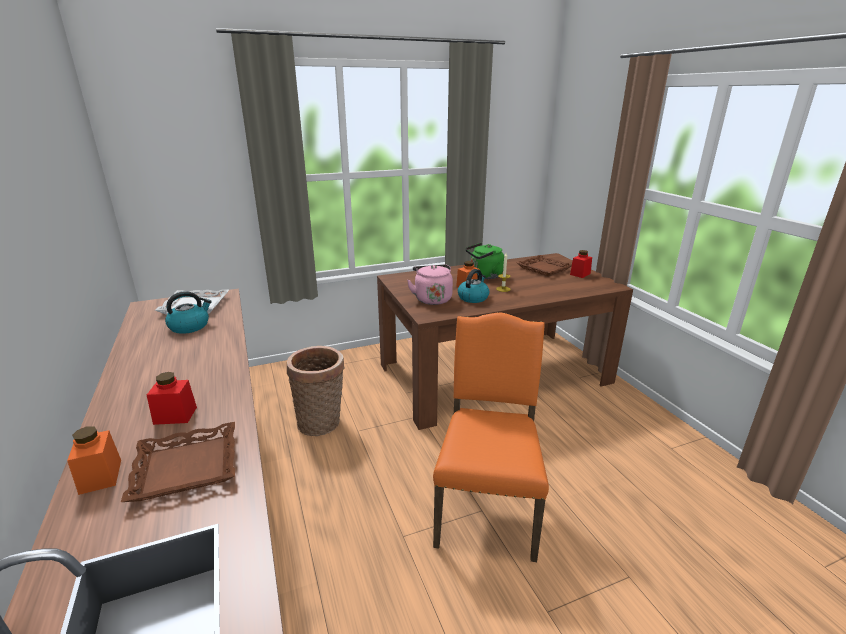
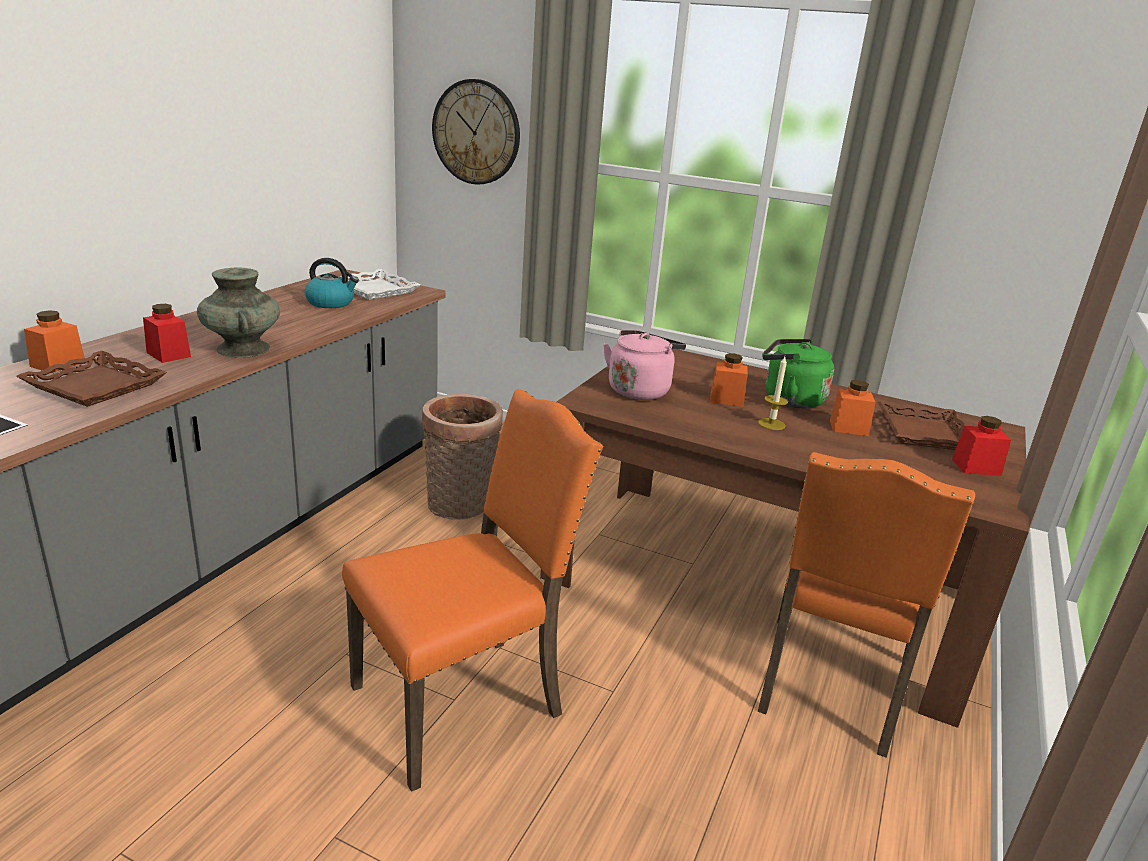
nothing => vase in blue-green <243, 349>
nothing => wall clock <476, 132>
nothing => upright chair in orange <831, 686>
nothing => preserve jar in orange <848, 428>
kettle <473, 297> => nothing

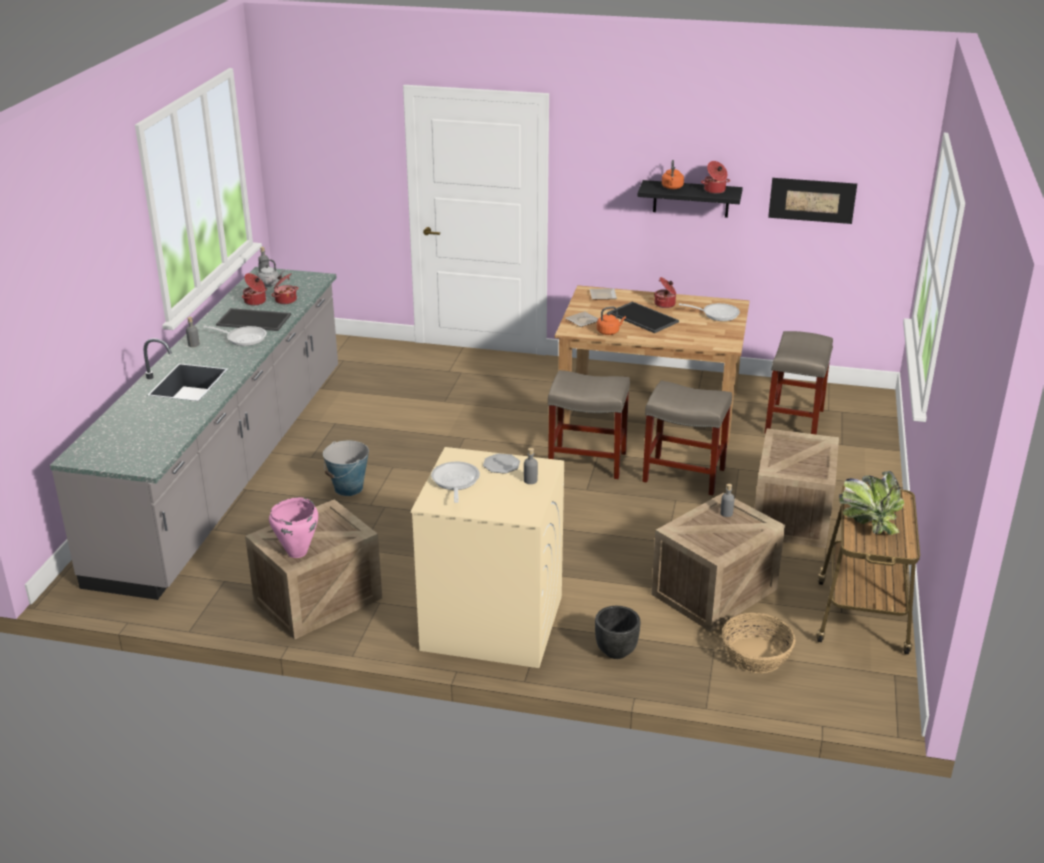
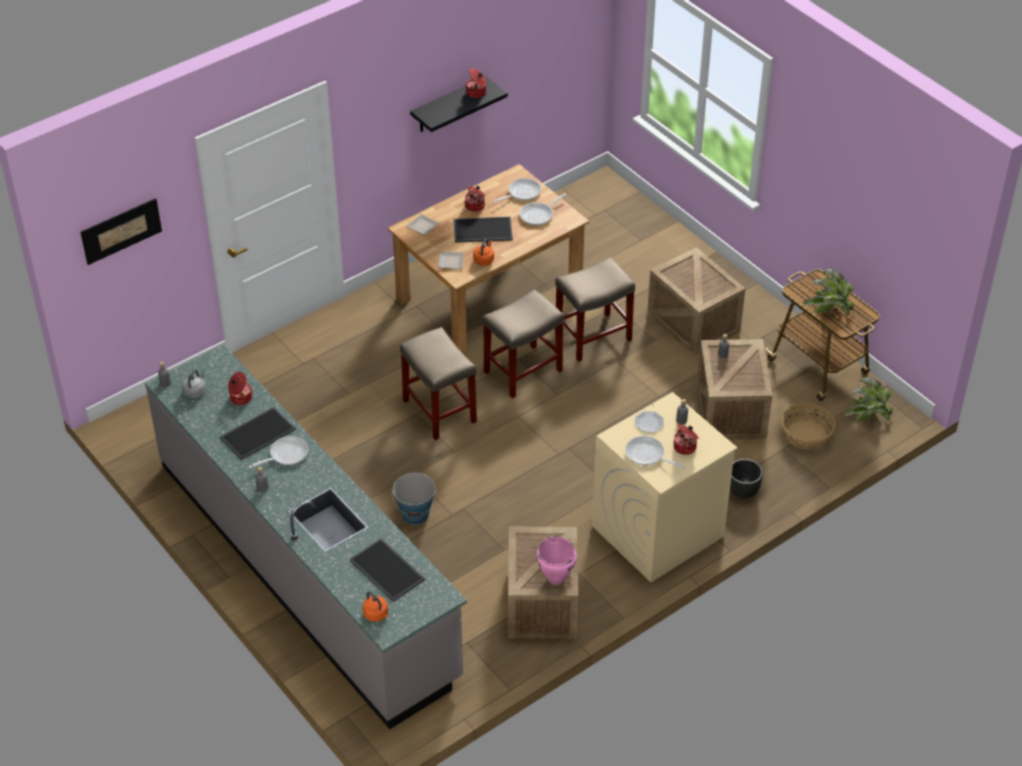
picture <812, 200> => picture <121, 231>, shifted
nothing => serving tray <388, 570>
kettle in orange <672, 188> => kettle in orange <376, 615>, shifted
stool in beige <794, 422> => stool in beige <440, 412>, shifted
nothing => pan <539, 215>
saucepot <255, 301> => saucepot <685, 447>, shifted
nothing => houseplant <868, 415>

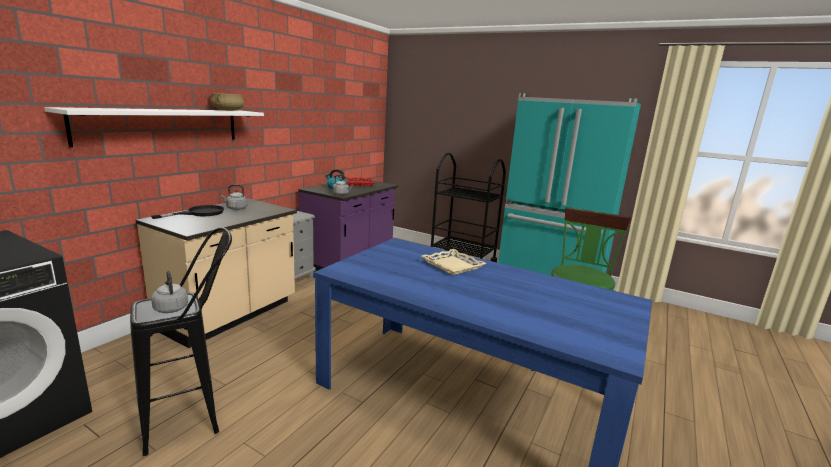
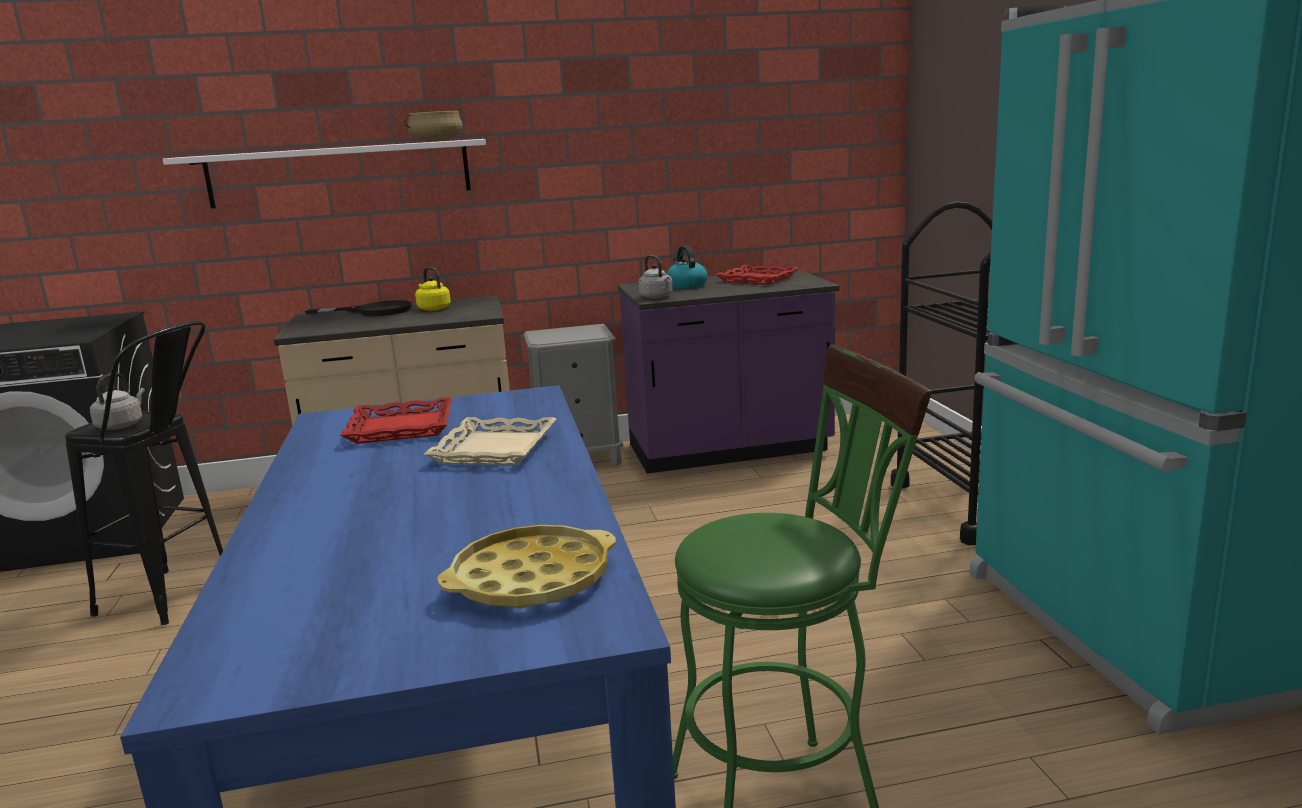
nothing => serving tray in reddish <401, 428>
kettle in gray <235, 208> => kettle in yellowish <433, 308>
nothing => serving tray in yellowish <531, 579>

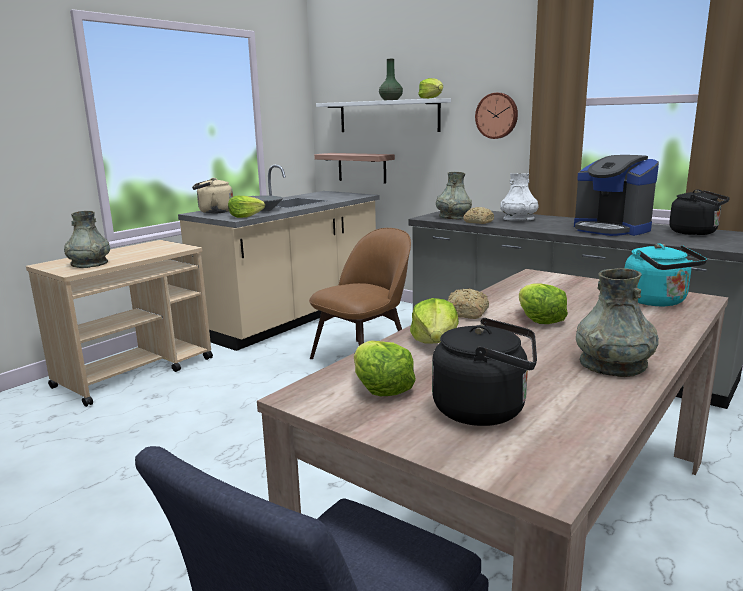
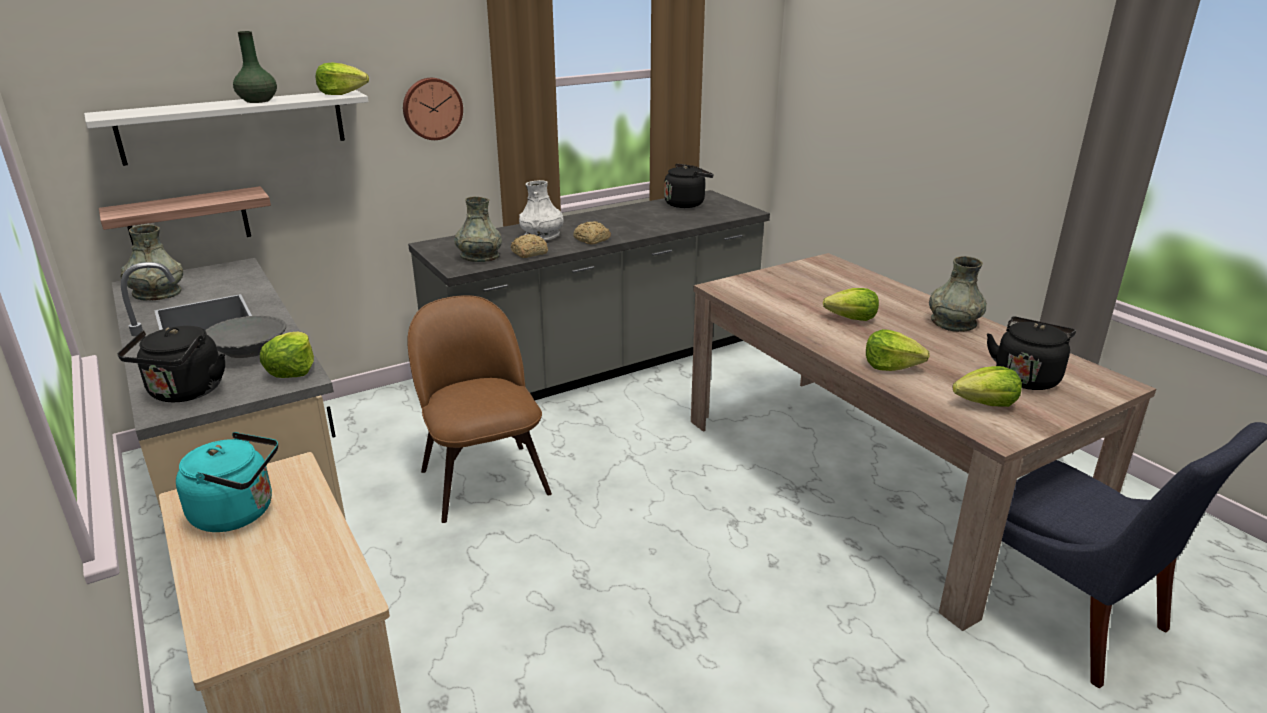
kettle in beige <213, 212> => kettle in black-coloured <185, 393>
vase in gray <89, 264> => vase in gray <157, 293>, shifted
kettle in blue-green <657, 302> => kettle in blue-green <239, 513>, shifted
bakery bread <466, 314> => bakery bread <592, 240>, shifted
coffee brewer <611, 229> => nothing

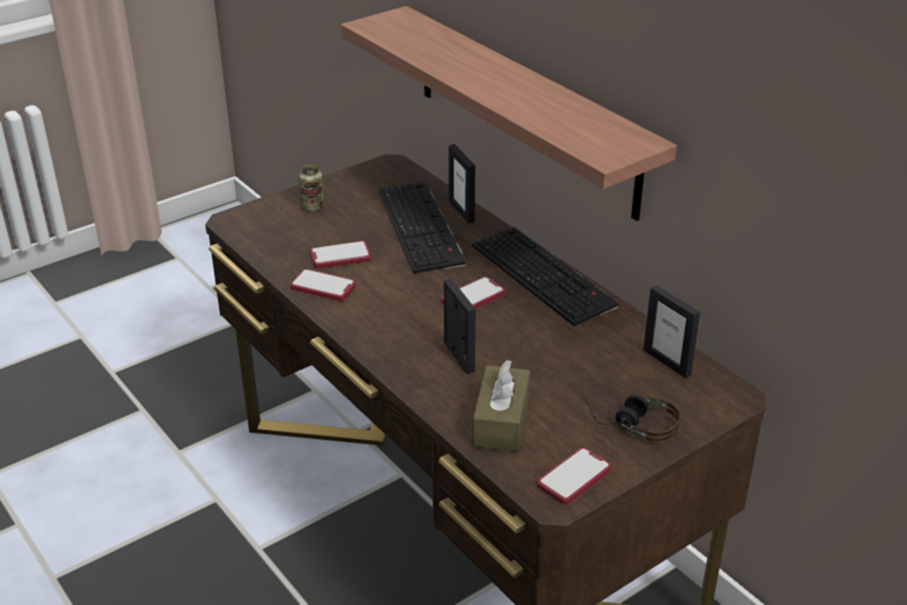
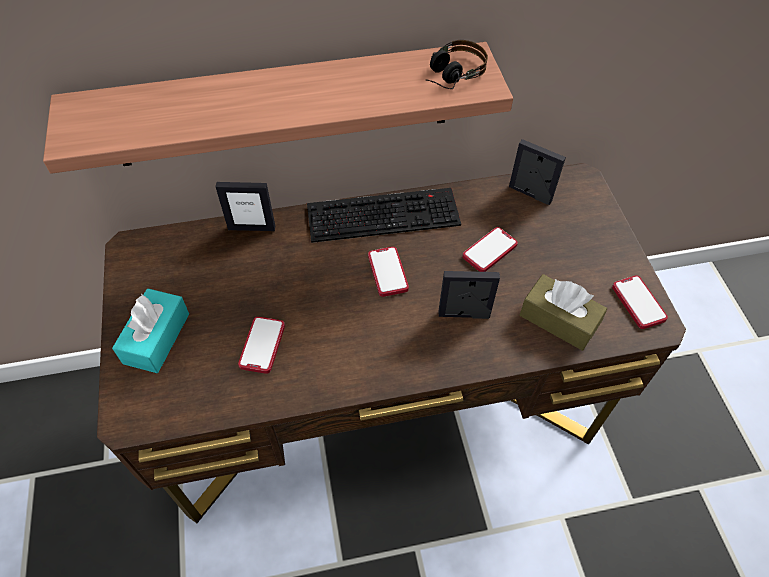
sealed can <312, 207> => tissue holder in blue-green <156, 338>
headphones <631, 423> => headphones <448, 77>, shifted
telephone <323, 287> => telephone <489, 251>, shifted
standing frame <667, 362> => standing frame <530, 194>, 135 degrees counterclockwise
PC keyboard <422, 228> => nothing

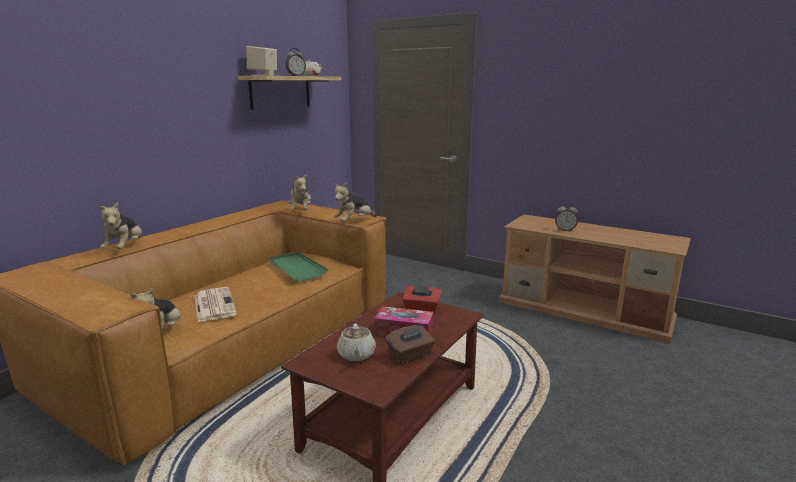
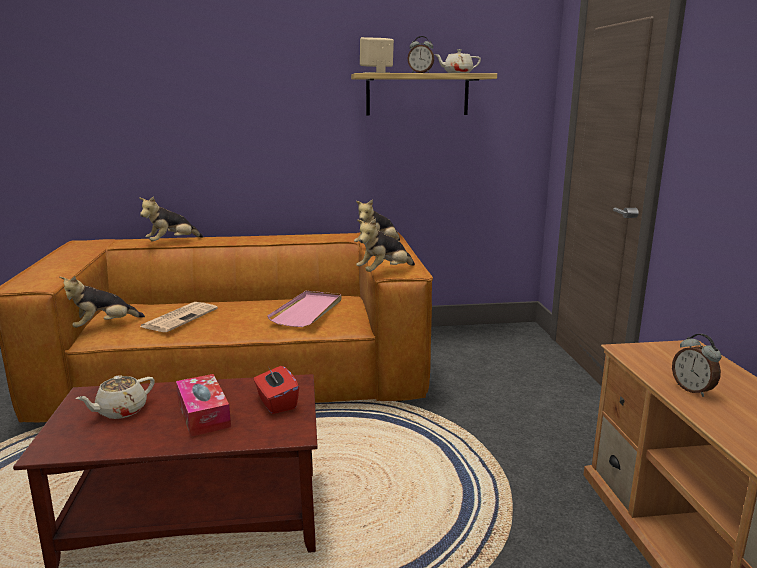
serving tray in green-coloured <296, 268> => serving tray in pinkish <308, 311>
soft toy <354, 222> => soft toy <384, 272>, 45 degrees counterclockwise
tissue holder in brownish <410, 356> => nothing

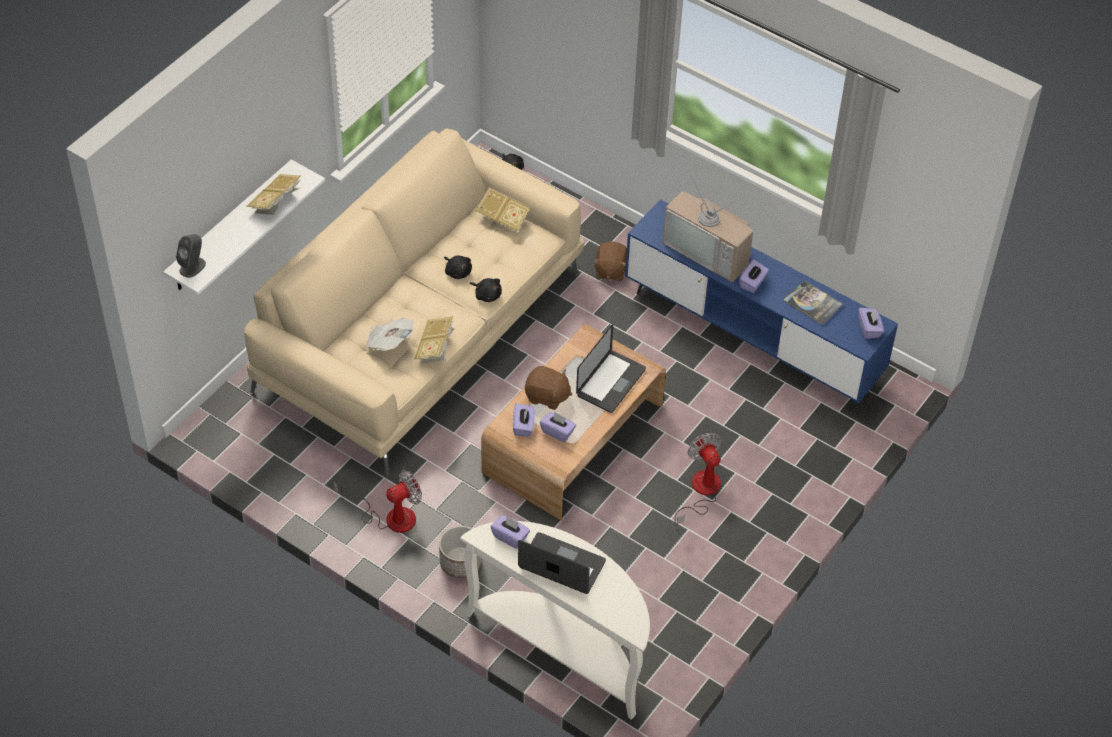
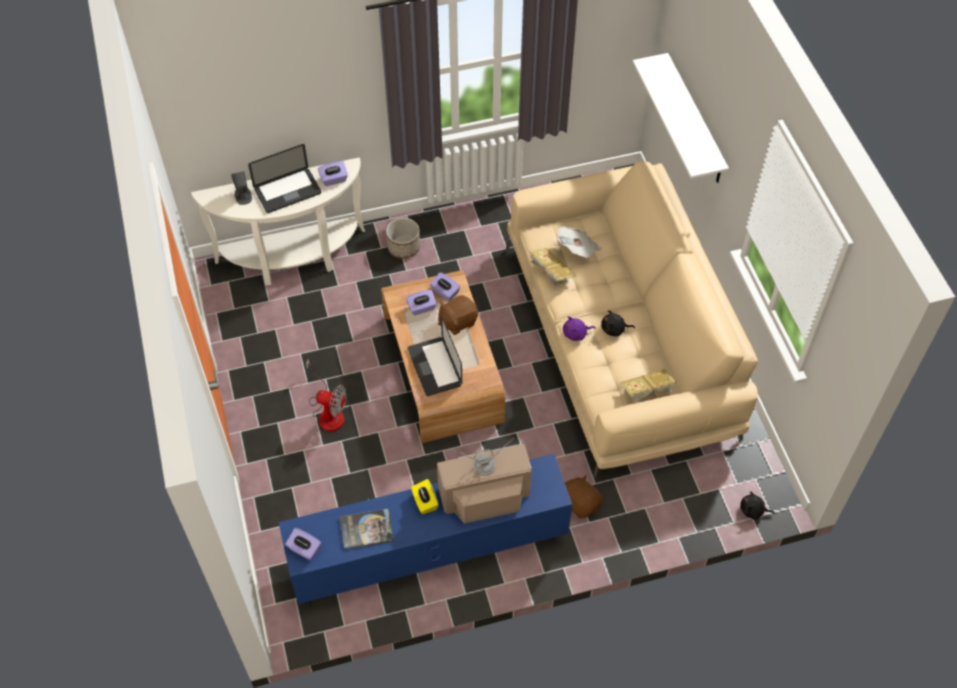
audio speaker in gray <192, 266> => audio speaker in gray <243, 196>, shifted
tissue holder in purplish <752, 283> => tissue holder in yellowish <425, 502>
soft toy in black-coloured <487, 295> => soft toy in purplish <576, 334>
book <276, 203> => nothing
electric fan <390, 516> => nothing

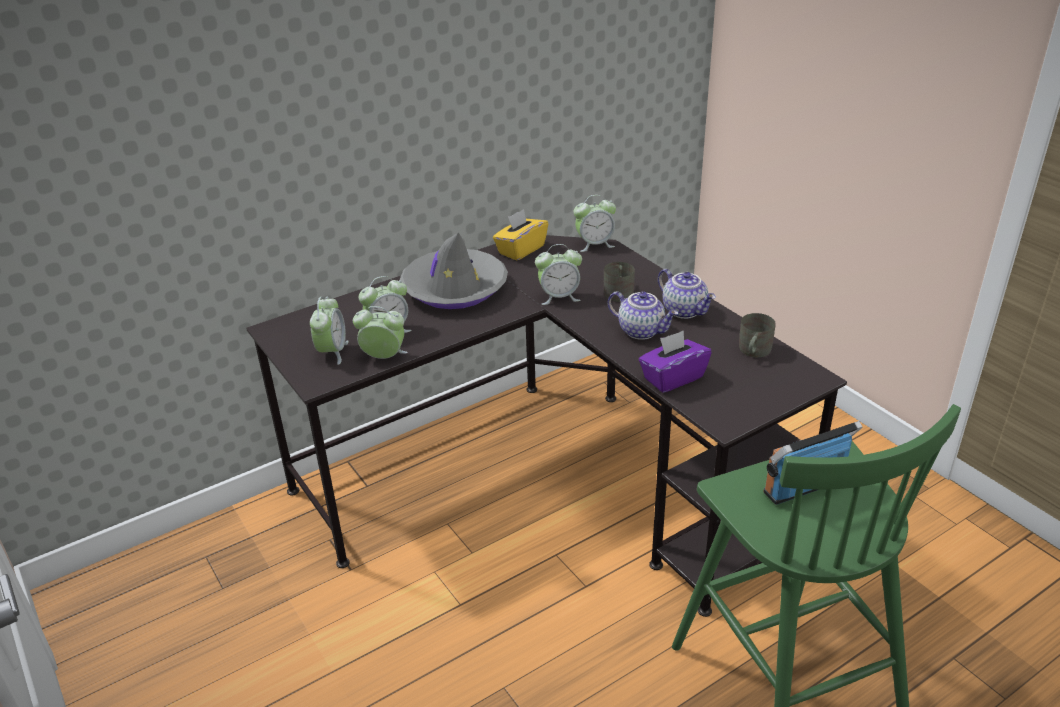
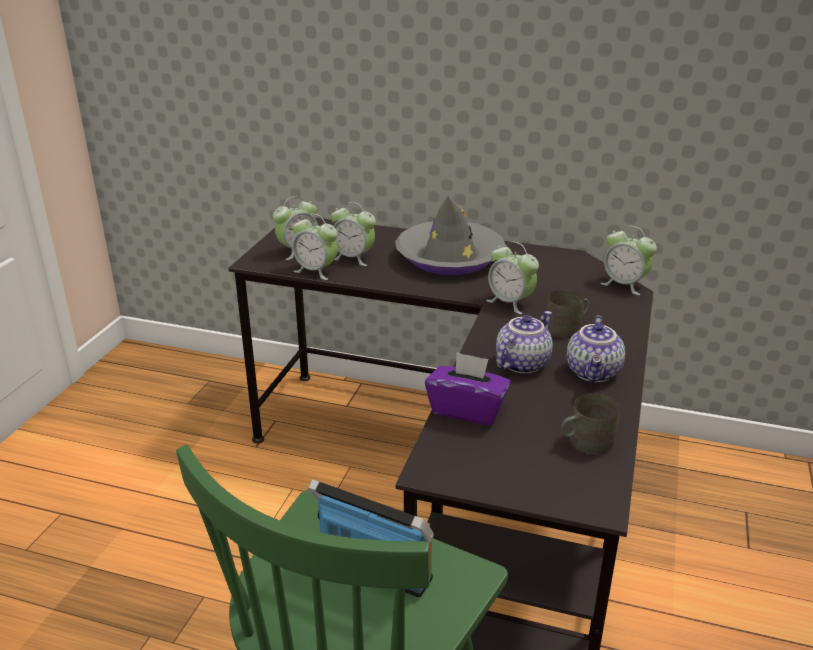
bedside clock <384, 357> => bedside clock <316, 271>, 150 degrees clockwise
teapot <642, 331> => teapot <521, 363>, 135 degrees counterclockwise
tissue holder in yellowish <521, 250> => nothing

